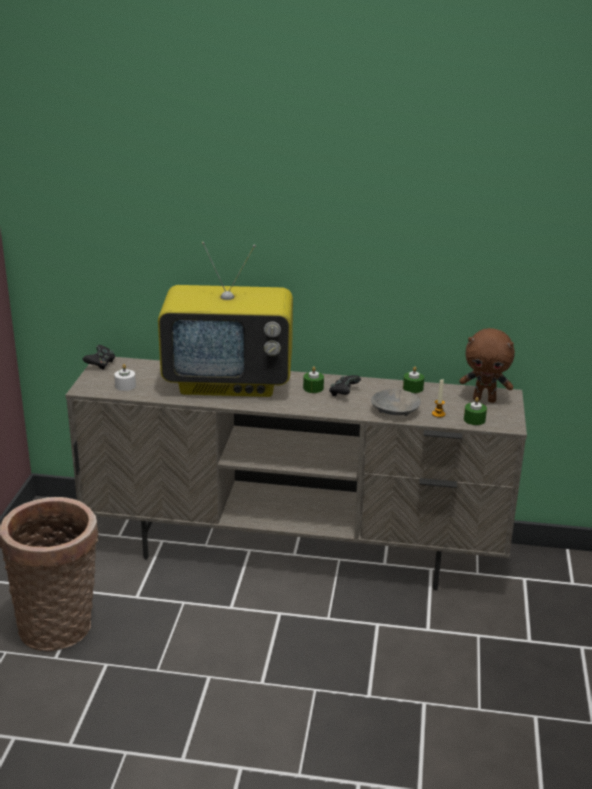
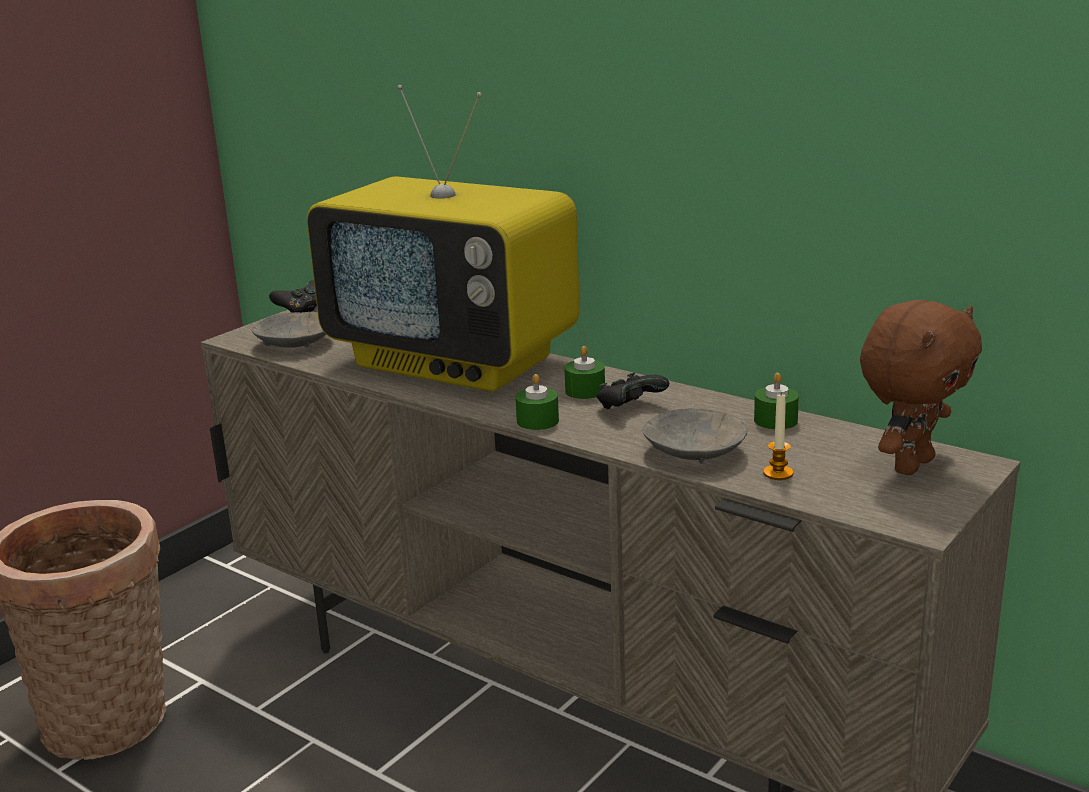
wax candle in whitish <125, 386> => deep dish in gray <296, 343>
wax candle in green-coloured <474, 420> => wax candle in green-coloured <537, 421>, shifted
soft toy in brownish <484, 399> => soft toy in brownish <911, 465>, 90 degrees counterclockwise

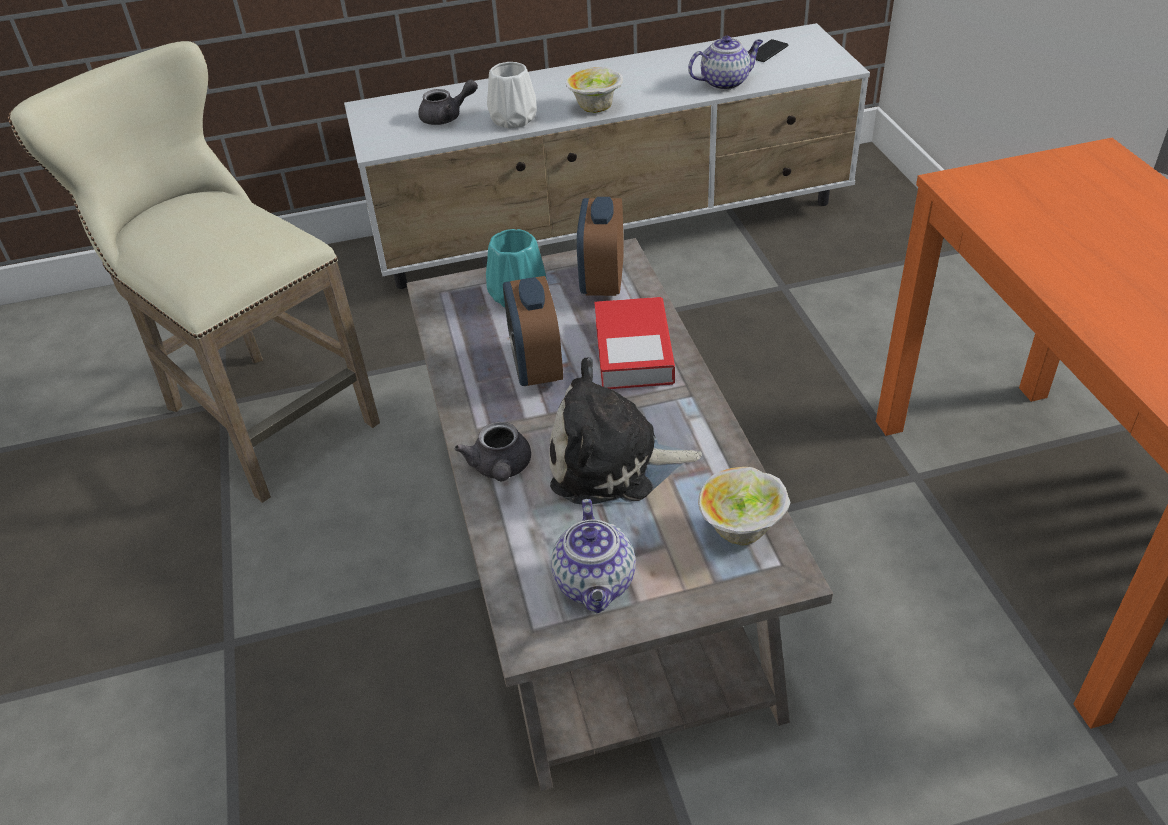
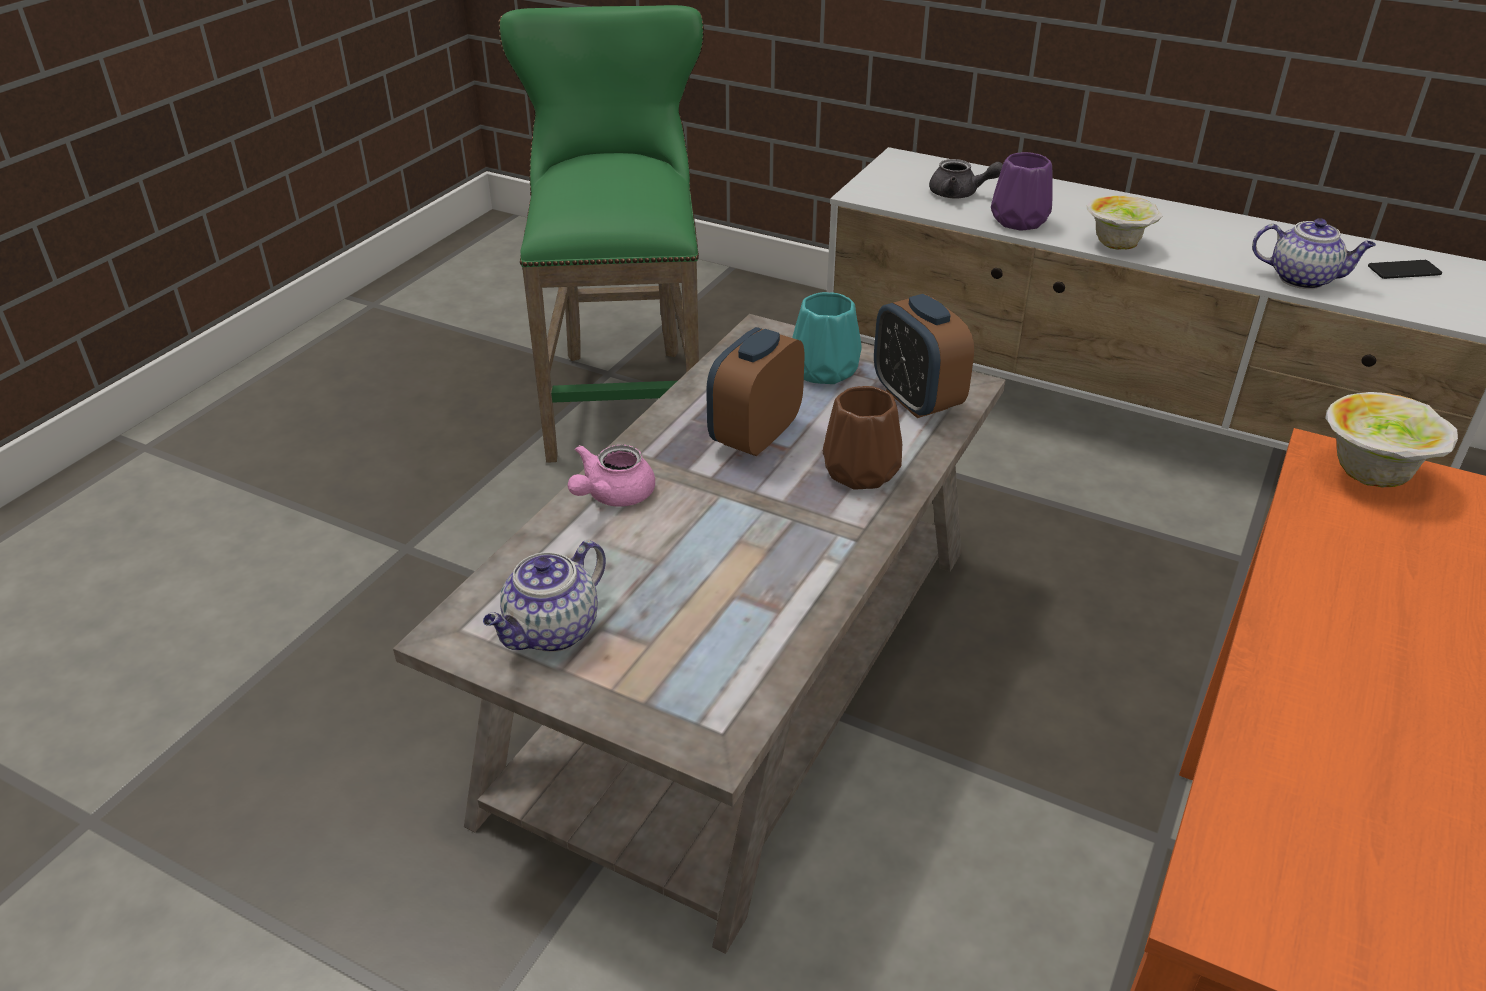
stool in beige <260, 413> => stool in green-coloured <625, 395>
teapot in gray <500, 469> => teapot in pinkish <612, 495>
book <633, 351> => vase in brownish <858, 472>
bedside clock <602, 281> => bedside clock <916, 399>, 75 degrees counterclockwise
vase in whitish <513, 119> => vase in purplish <1019, 220>
deep dish <742, 532> => deep dish <1371, 476>, shifted
soft toy <613, 463> => nothing

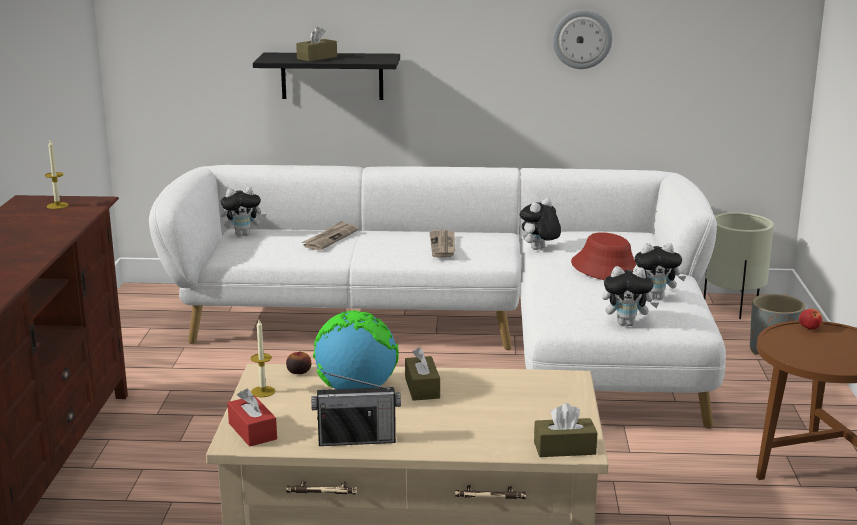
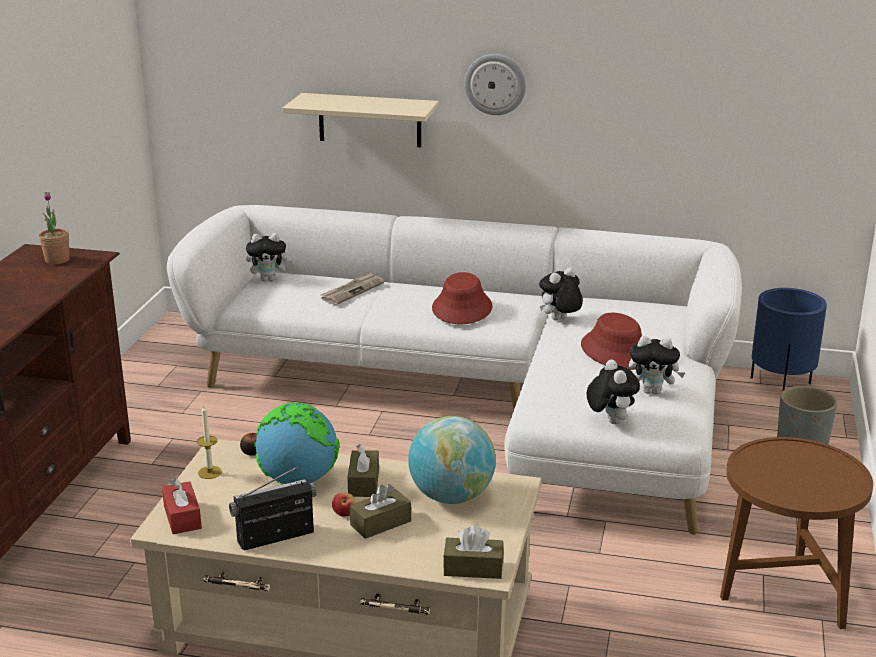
wax candle <57, 205> => houseplant <57, 260>
radio <357, 440> => radio <276, 537>, 150 degrees clockwise
wall shelf in black-coloured <332, 76> => wall shelf in beige <369, 120>
apple fruit <809, 327> => apple fruit <345, 512>, shifted
tissue holder in brownish <317, 58> => tissue holder in brownish <380, 523>, shifted
nothing => desk globe <451, 496>
newspaper <443, 245> => clothing hat in reddish <462, 308>
wall clock <582, 39> => wall clock <495, 84>, shifted
soft toy <627, 323> => soft toy <610, 421>, 120 degrees counterclockwise
plant pot in beige <733, 306> => plant pot in blue <781, 388>

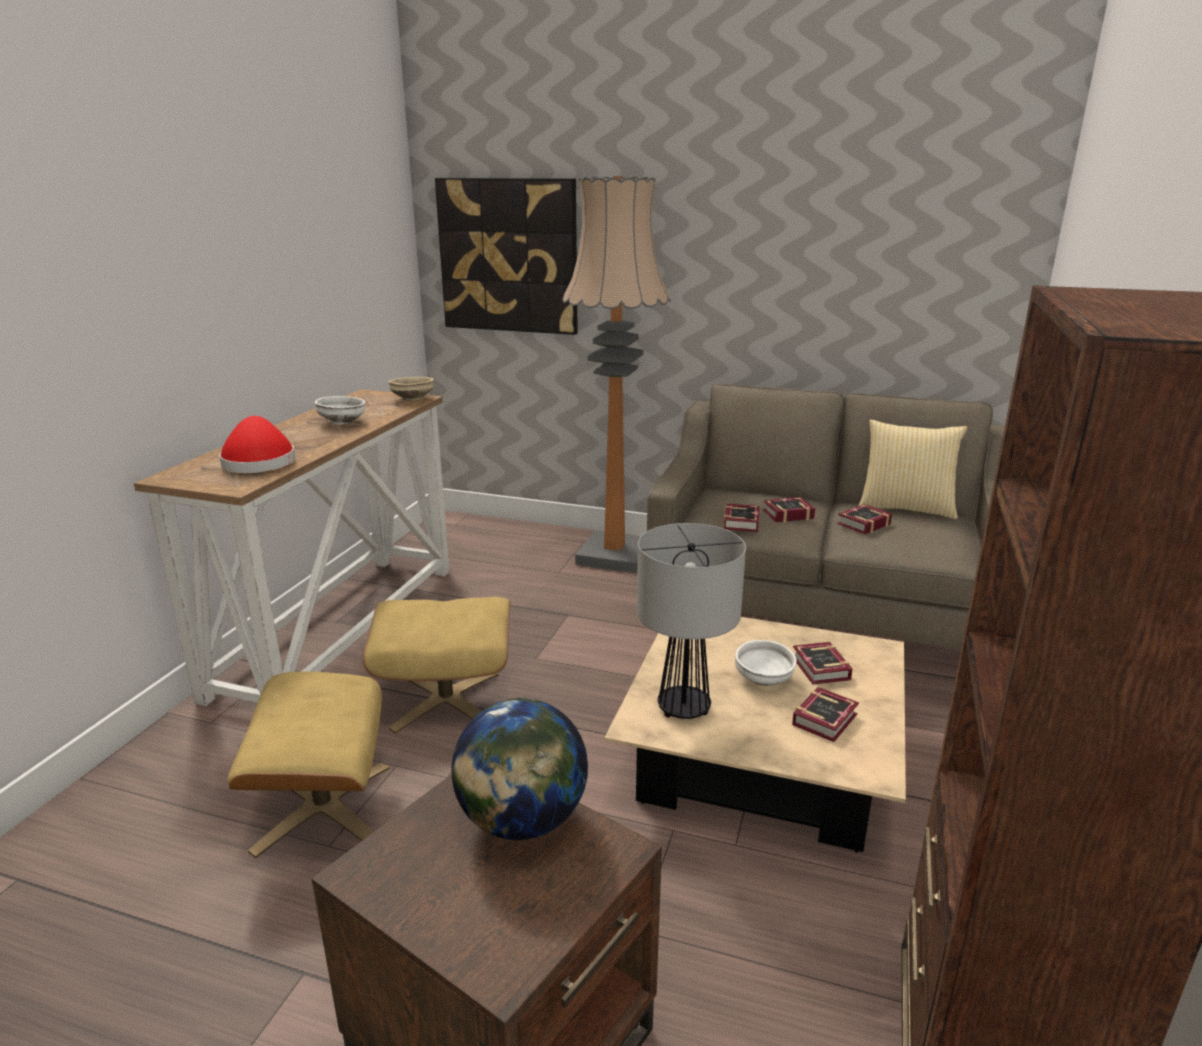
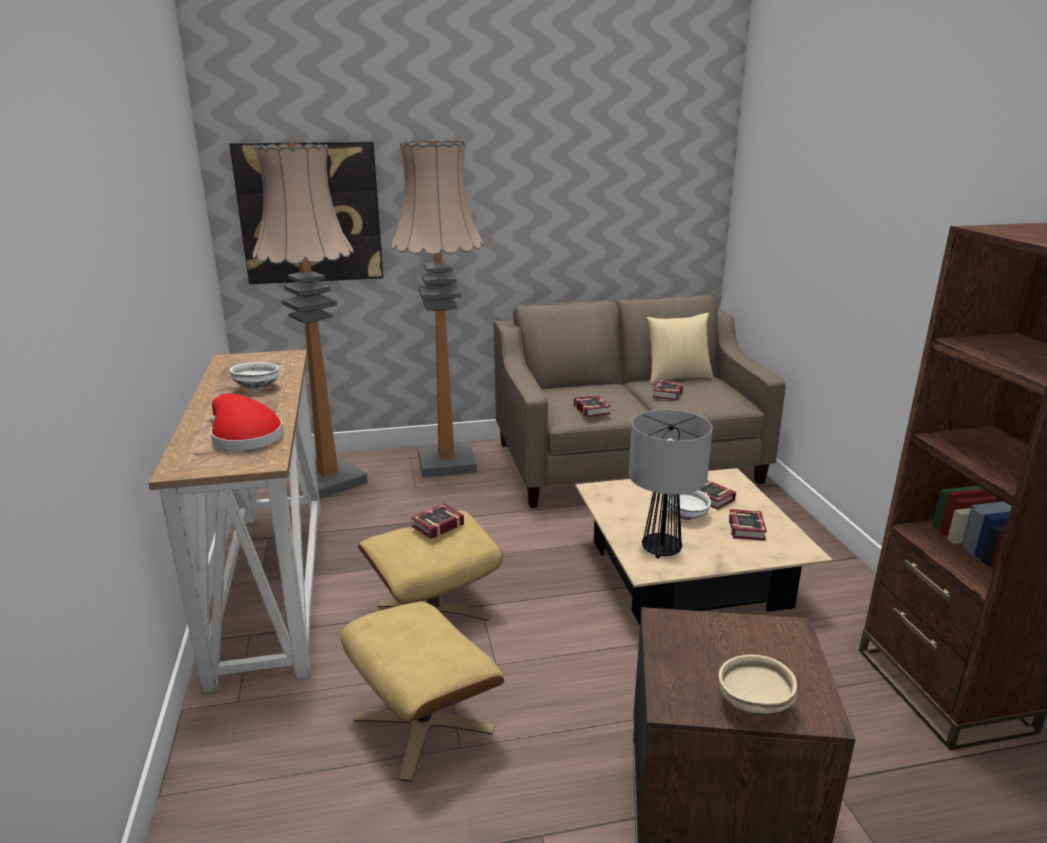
nothing => floor lamp <328, 481>
book <785, 514> => book <435, 526>, shifted
deep dish in beige <413, 399> => deep dish in beige <753, 703>, shifted
desk globe <522, 821> => nothing

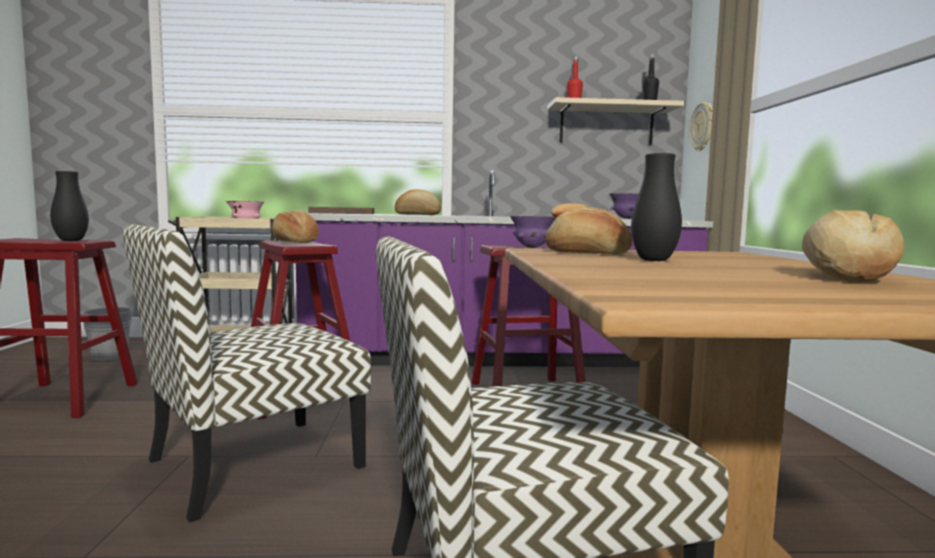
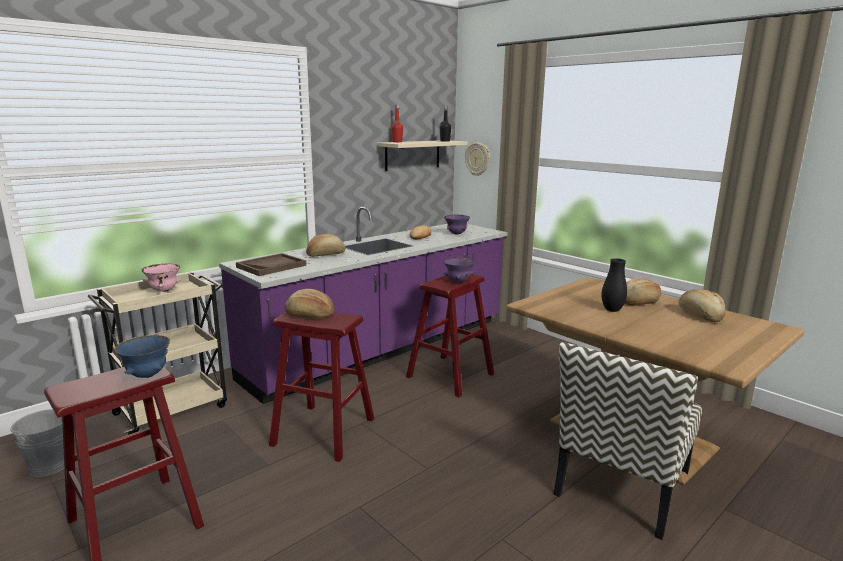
vase in black-coloured <71, 240> => deep dish in blue <147, 375>
bakery bread <587, 252> => bakery bread <639, 302>, shifted
upright chair <252, 464> => nothing

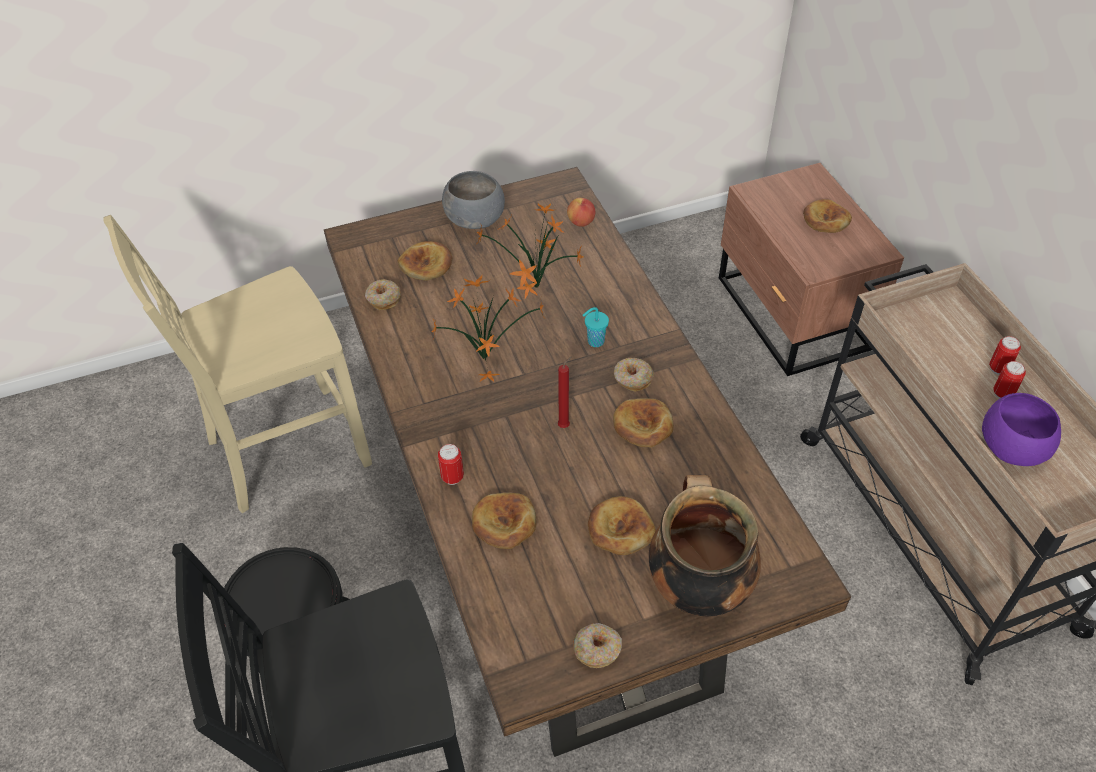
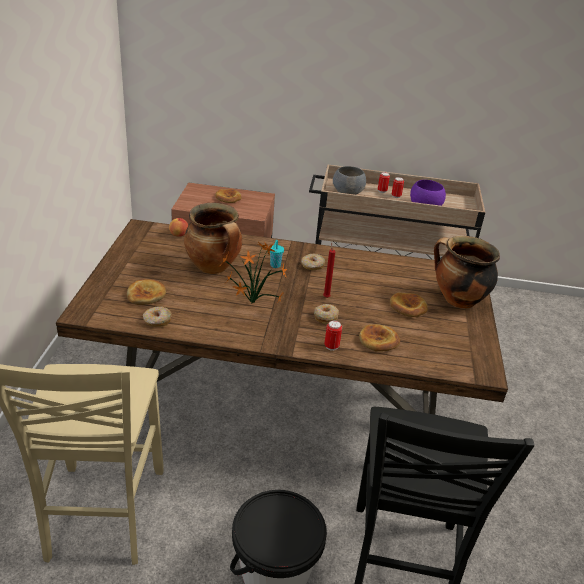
houseplant <535, 289> => saucepot <214, 267>
doughnut <597, 649> => doughnut <325, 317>, shifted
deep dish in gray <476, 219> => deep dish in gray <348, 192>, shifted
bakery bread <643, 425> => nothing

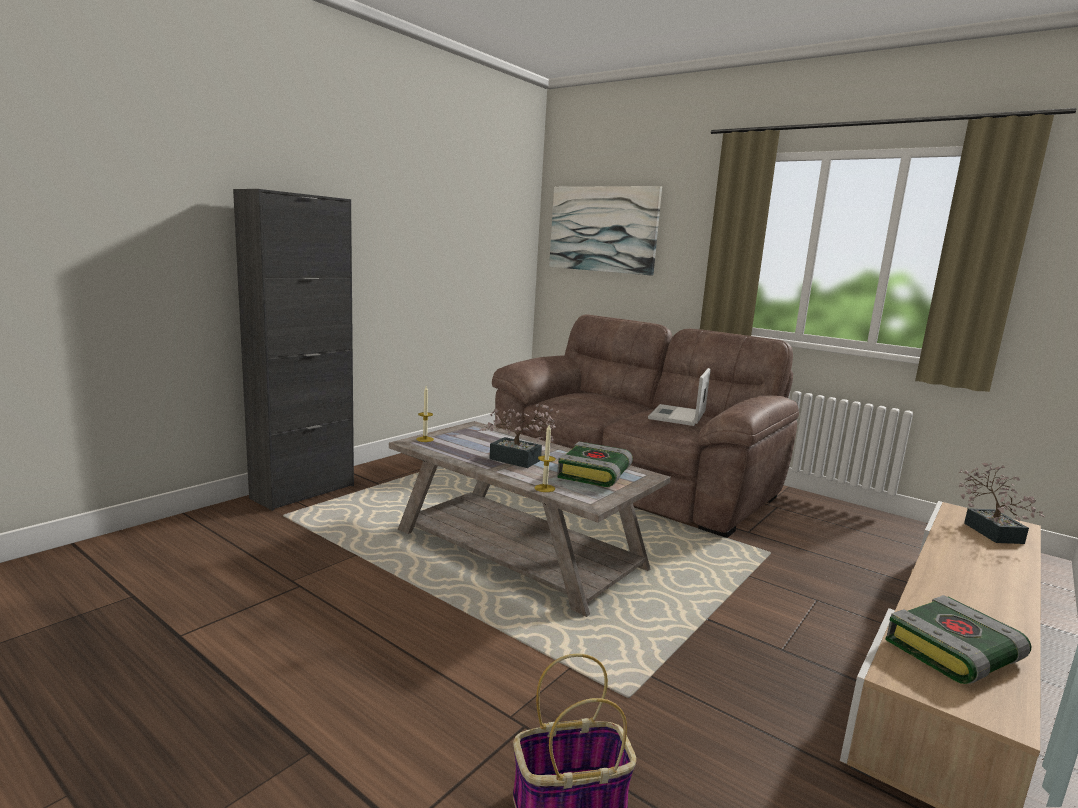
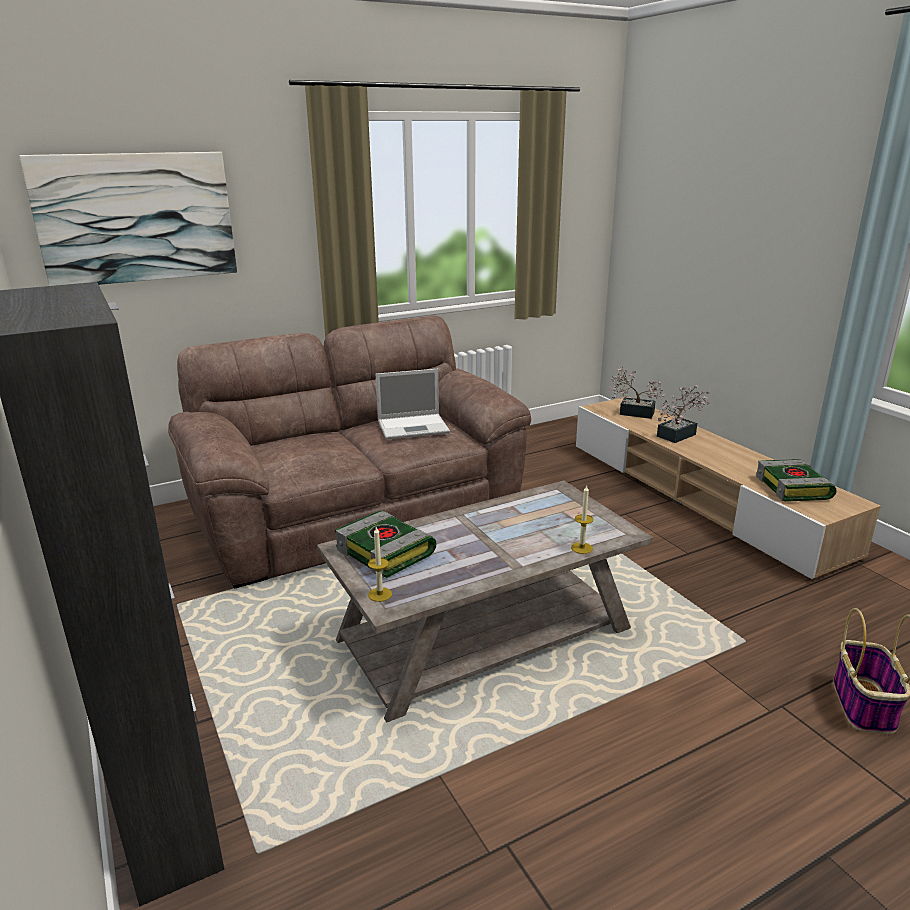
book <595, 474> => book <387, 552>, shifted
notebook computer <677, 416> => notebook computer <414, 427>, 60 degrees counterclockwise
houseplant <520, 461> => houseplant <679, 434>, shifted

